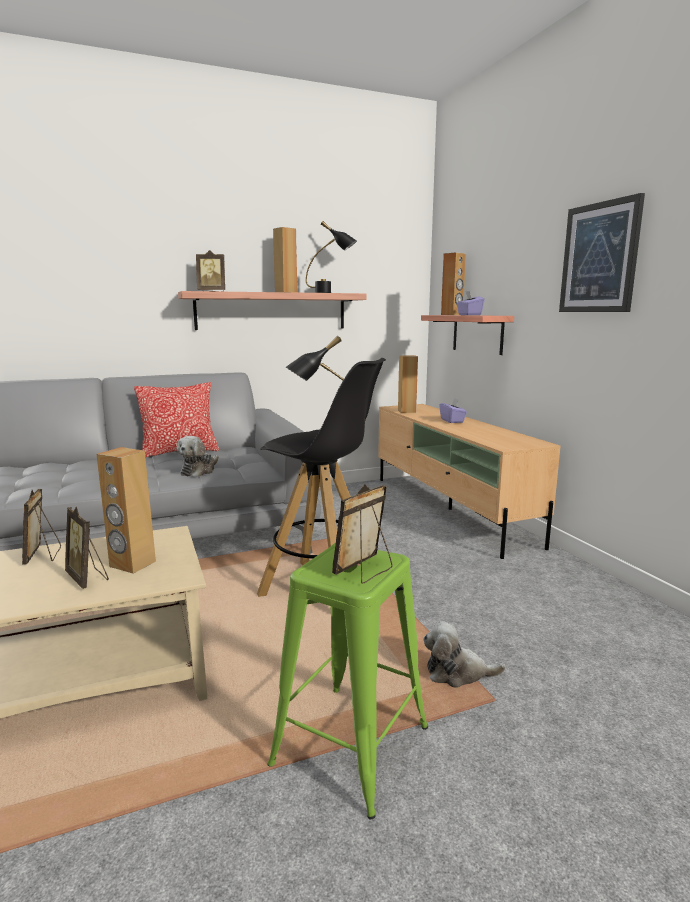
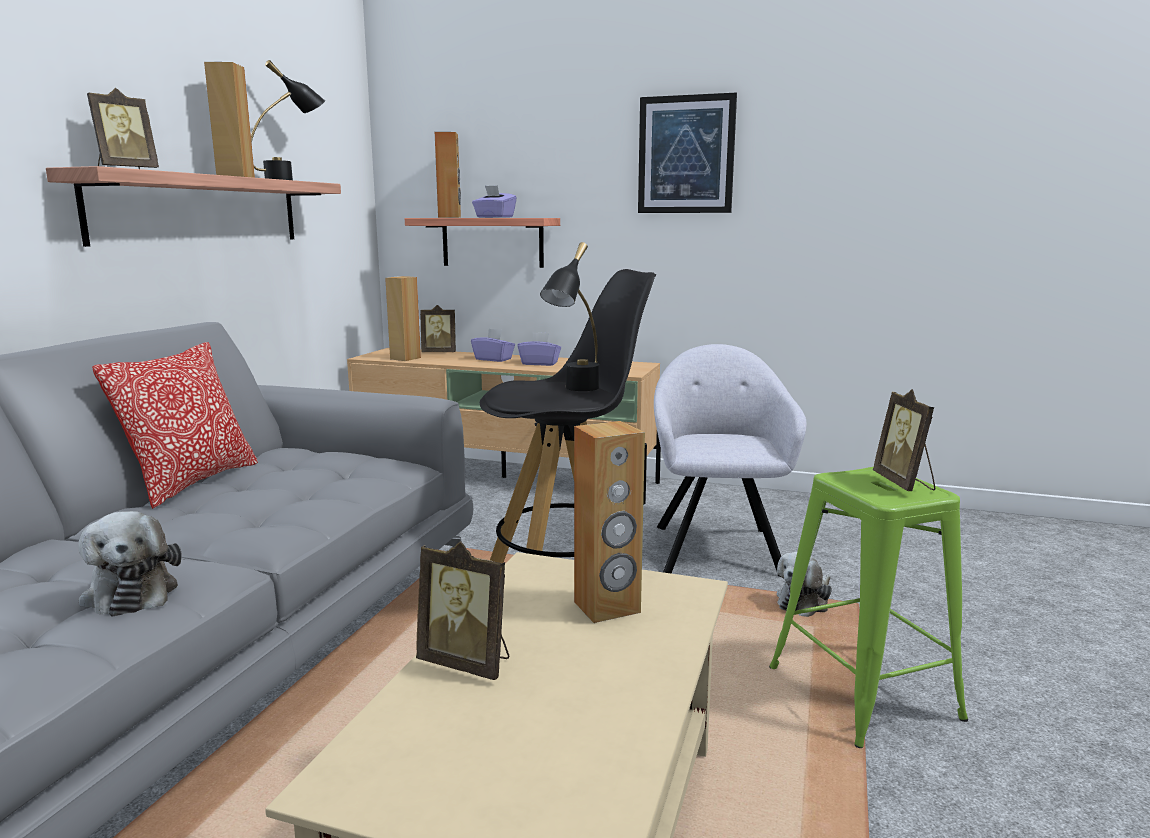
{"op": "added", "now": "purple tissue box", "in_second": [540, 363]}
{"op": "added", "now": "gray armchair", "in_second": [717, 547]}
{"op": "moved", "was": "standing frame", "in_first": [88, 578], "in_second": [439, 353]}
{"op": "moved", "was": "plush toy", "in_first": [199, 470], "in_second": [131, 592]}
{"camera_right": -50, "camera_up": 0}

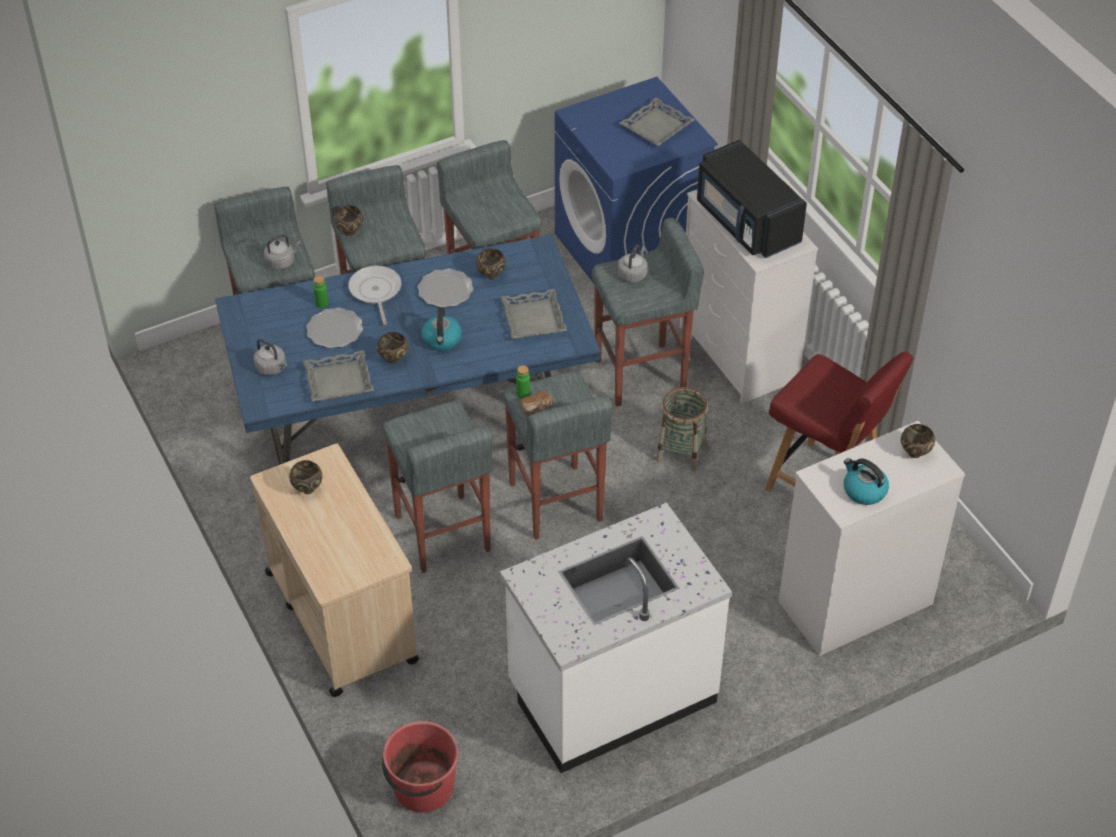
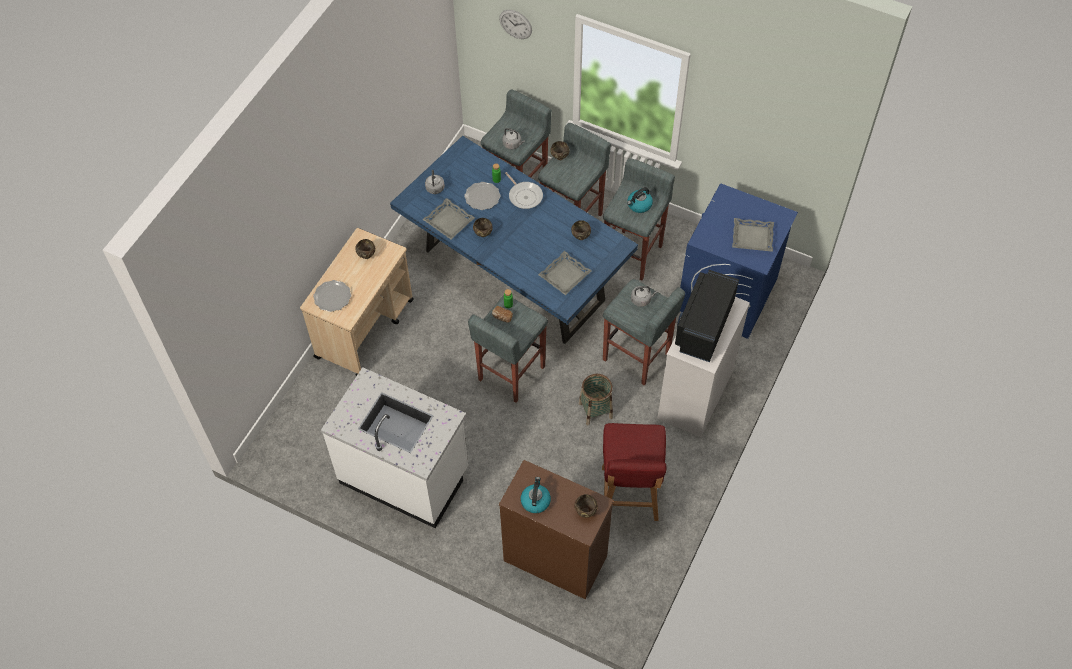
{"op": "removed", "was": "gray stool seat", "in_first": [442, 534]}
{"op": "removed", "was": "red water bucket", "in_first": [422, 787]}
{"op": "added", "now": "wall clock", "in_second": [515, 24]}
{"op": "moved", "was": "dinner plate", "in_first": [445, 290], "in_second": [332, 297]}
{"op": "moved", "was": "kettle", "in_first": [442, 340], "in_second": [639, 205]}
{"op": "recoloured", "was": "whitish drawer chest", "now": "brown drawer chest", "in_first": [854, 603], "in_second": [554, 558]}
{"op": "turned", "was": "skillet", "in_first": [375, 291], "in_second": [524, 196], "clockwise": 105}
{"camera_right": 55, "camera_up": 10}

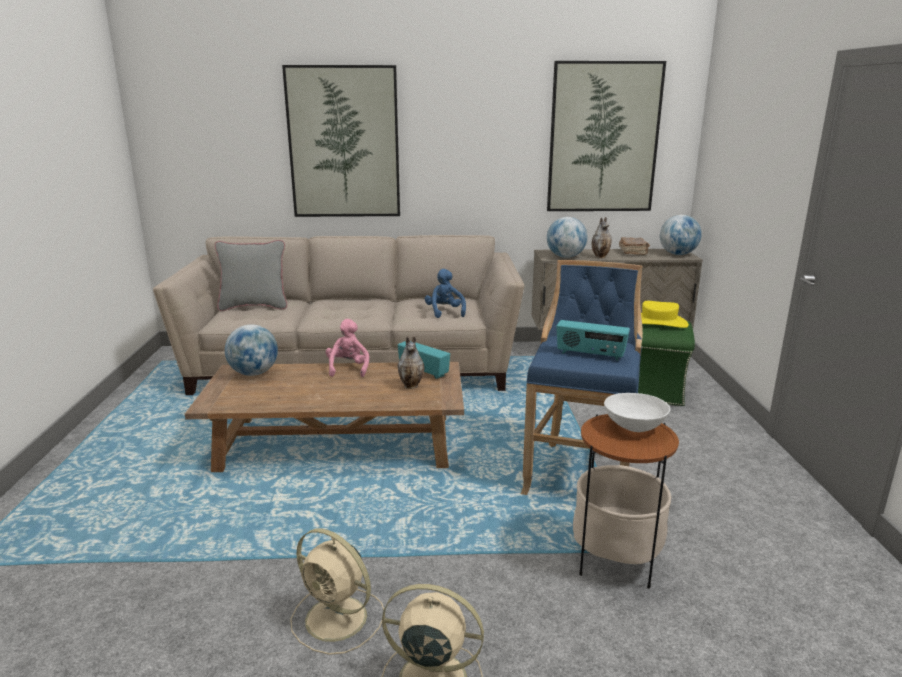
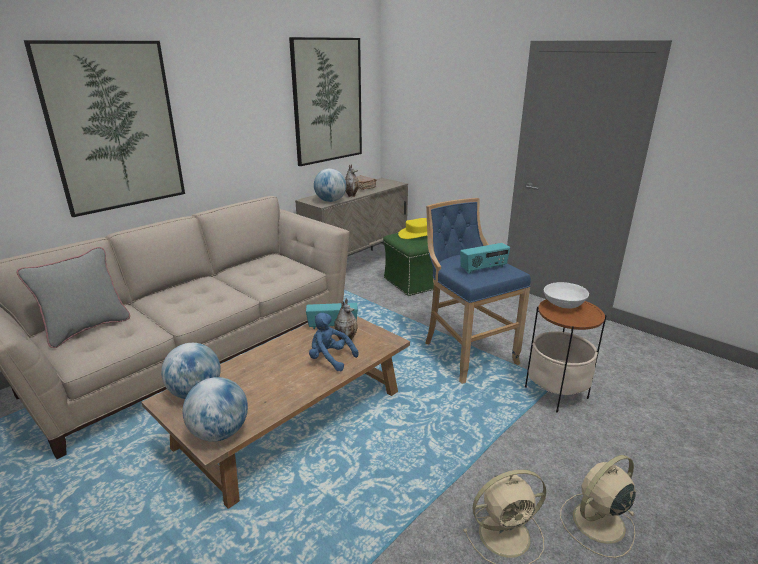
{"op": "removed", "was": "pink plush toy", "in_first": [348, 369]}
{"op": "moved", "was": "bluish plush toy", "in_first": [444, 312], "in_second": [330, 359]}
{"op": "moved", "was": "desk globe", "in_first": [678, 254], "in_second": [220, 433]}
{"camera_right": -45, "camera_up": 5}

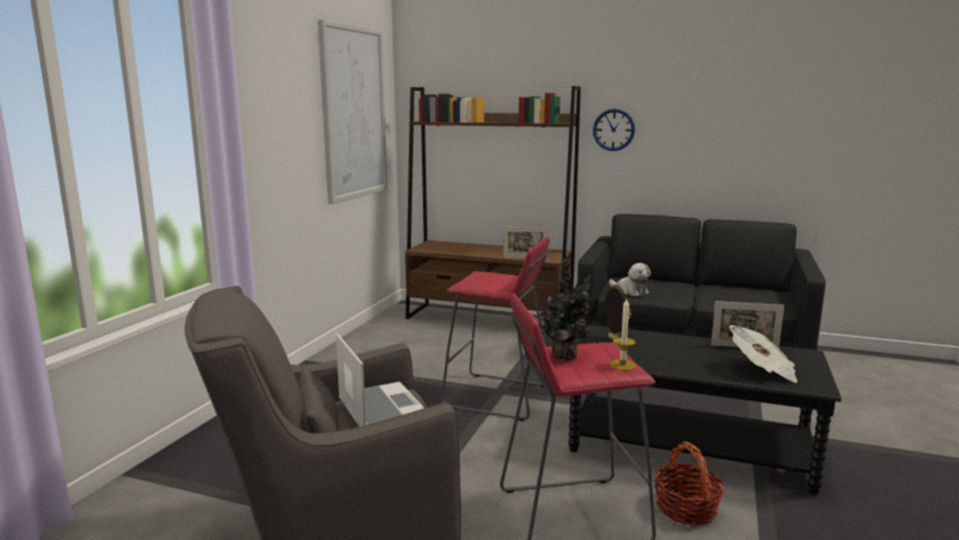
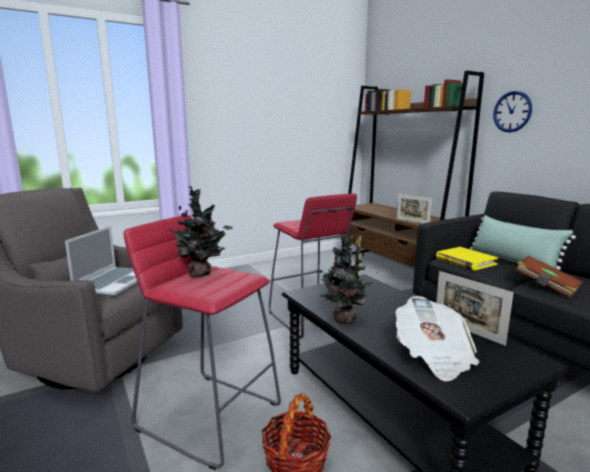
{"op": "removed", "was": "wall picture", "in_first": [353, 113]}
{"op": "removed", "was": "candle", "in_first": [622, 365]}
{"op": "added", "now": "plant in a pot", "in_second": [342, 320]}
{"op": "added", "now": "greenish throw pillow", "in_second": [512, 262]}
{"op": "added", "now": "brown bound book", "in_second": [546, 287]}
{"op": "replaced", "was": "plush toy", "now": "yellow-coloured bound book", "in_first": [630, 291], "in_second": [465, 261]}
{"camera_right": 40, "camera_up": 0}

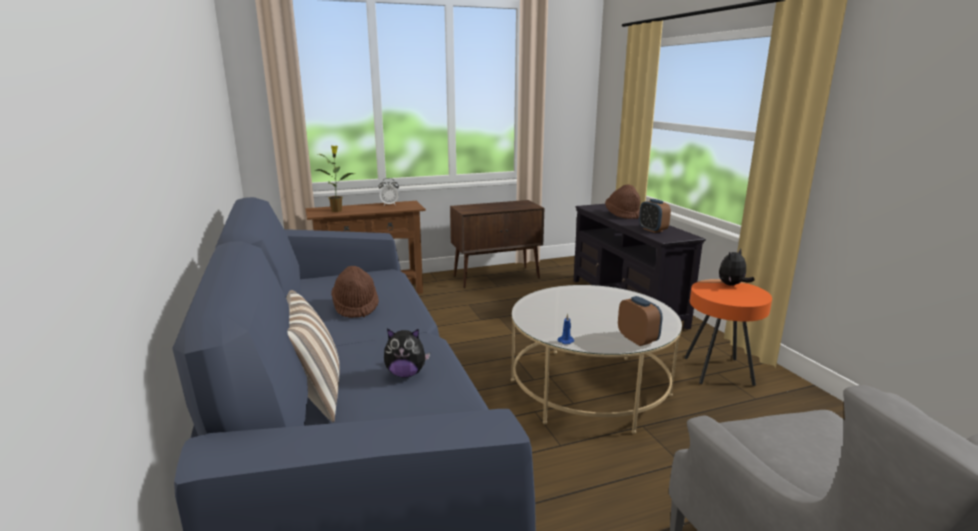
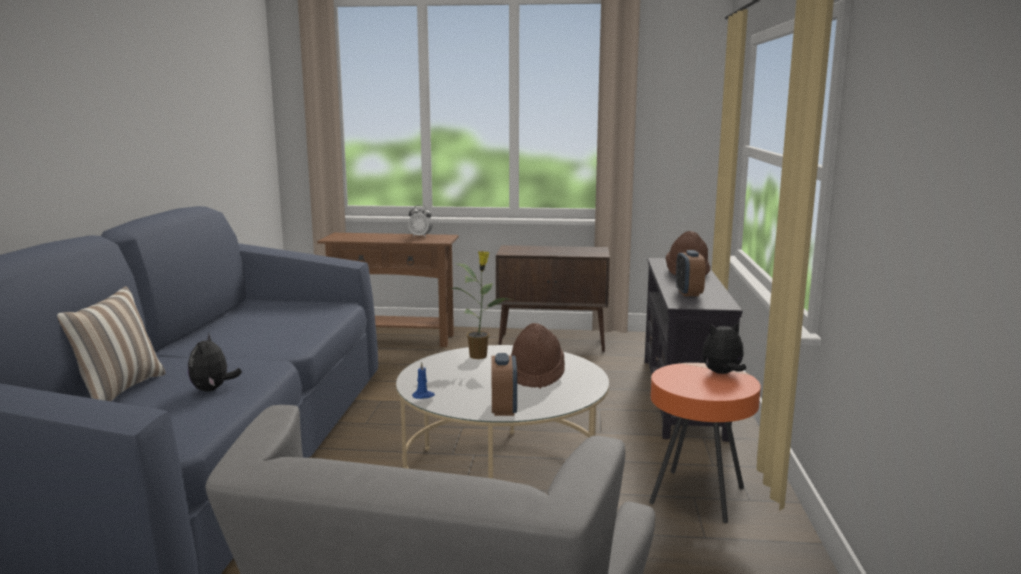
{"op": "moved", "was": "plant in a pot", "in_first": [337, 210], "in_second": [479, 356]}
{"op": "moved", "was": "brown hat", "in_first": [356, 307], "in_second": [536, 376]}
{"op": "turned", "was": "plush toy", "in_first": [406, 374], "in_second": [212, 389], "clockwise": 60}
{"camera_right": 25, "camera_up": -5}

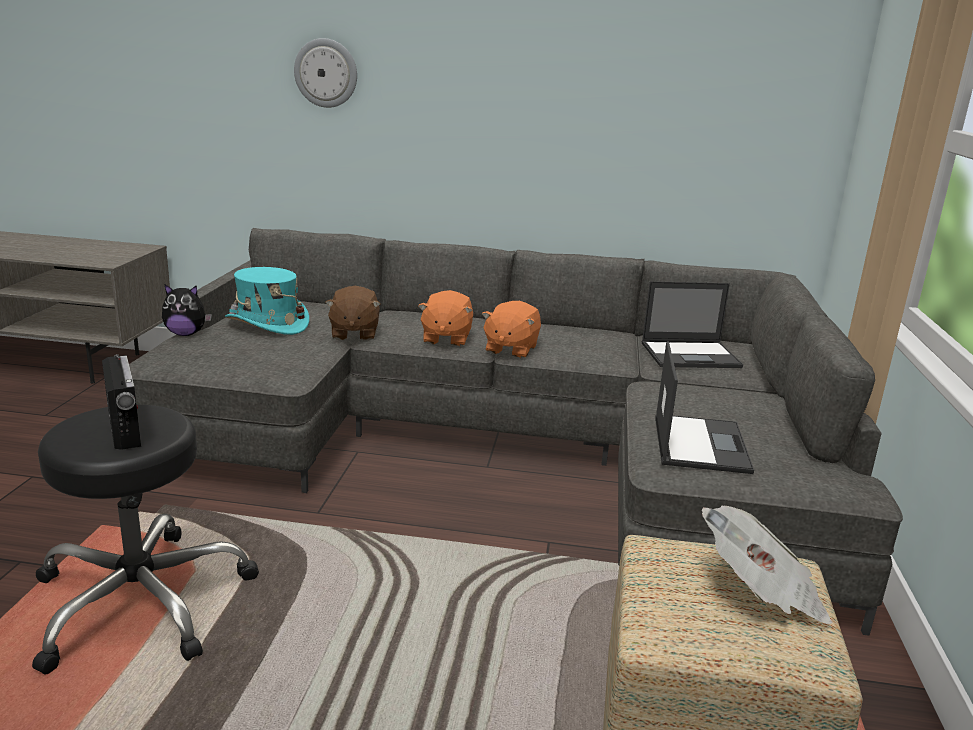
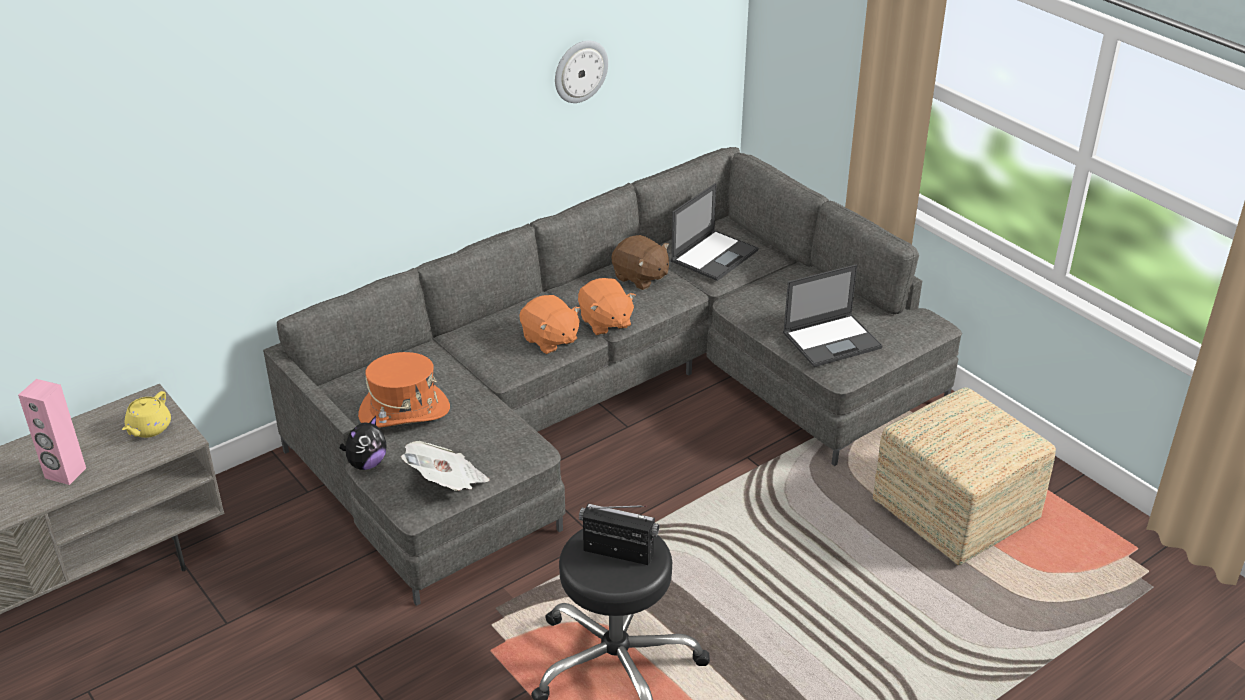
{"op": "added", "now": "pink speaker", "in_second": [65, 473]}
{"op": "added", "now": "yellow-coloured pot for tea", "in_second": [148, 429]}
{"op": "moved", "was": "wall clock", "in_first": [326, 73], "in_second": [580, 71]}
{"op": "moved", "was": "brown plush toy", "in_first": [353, 333], "in_second": [640, 277]}
{"op": "moved", "was": "daily paper", "in_first": [761, 593], "in_second": [447, 483]}
{"op": "recoloured", "was": "turquoise hat", "now": "orange-coloured hat", "in_first": [267, 324], "in_second": [404, 411]}
{"op": "turned", "was": "portable computer", "in_first": [699, 443], "in_second": [832, 340], "clockwise": 105}
{"camera_right": -45, "camera_up": 15}

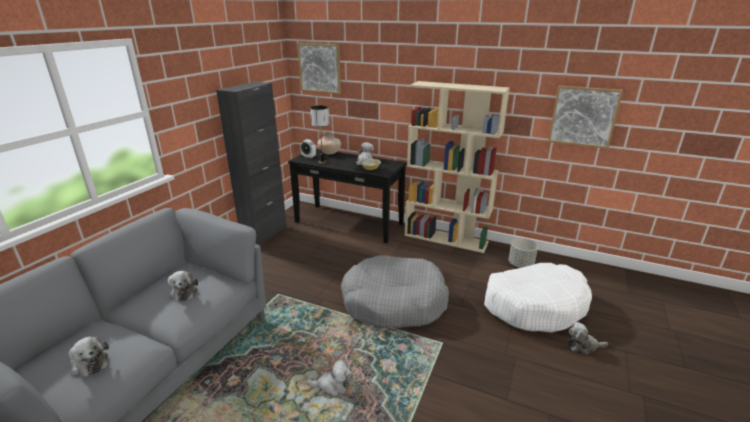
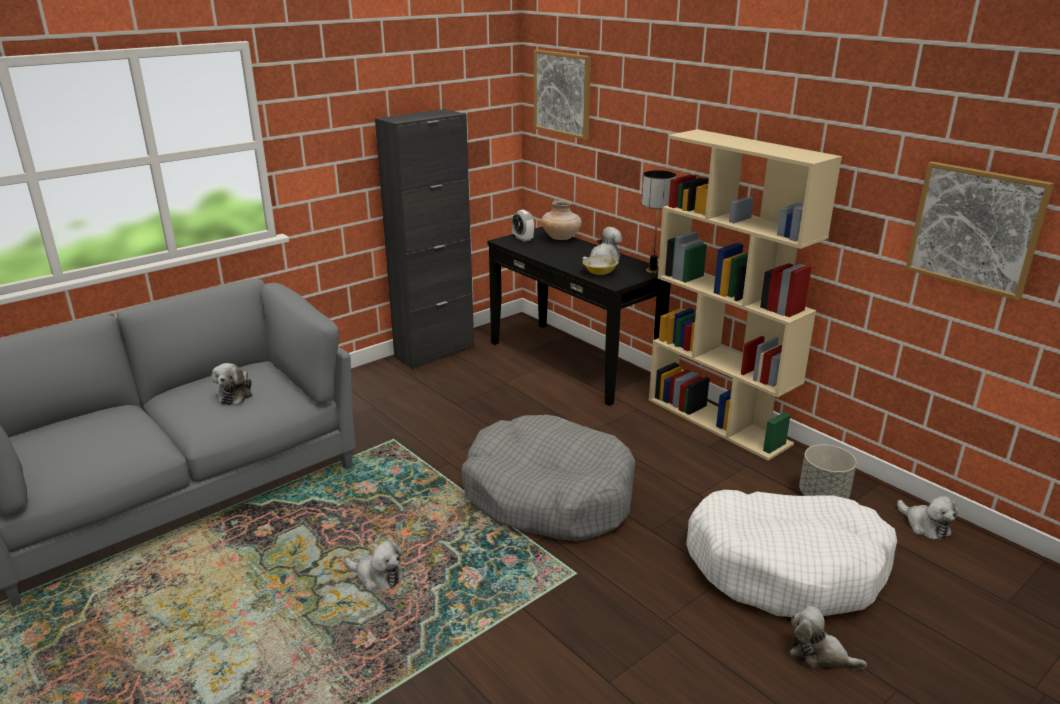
{"op": "moved", "was": "plush toy", "in_first": [89, 363], "in_second": [925, 525]}
{"op": "moved", "was": "table lamp", "in_first": [322, 162], "in_second": [653, 271]}
{"camera_right": 25, "camera_up": 0}

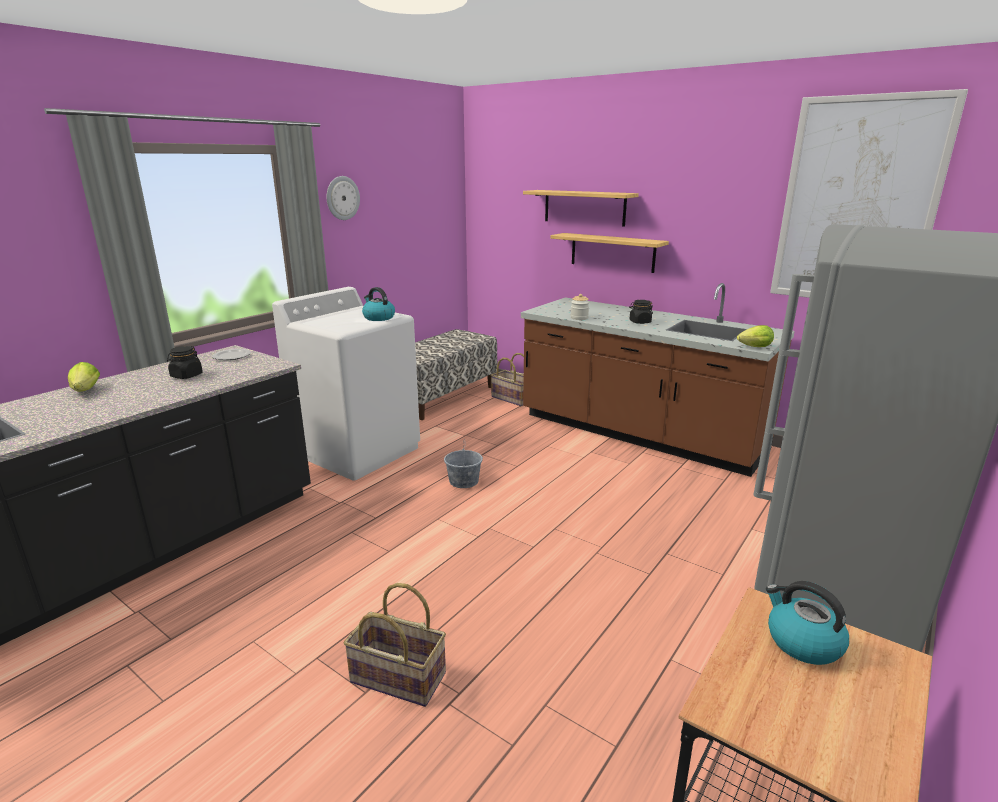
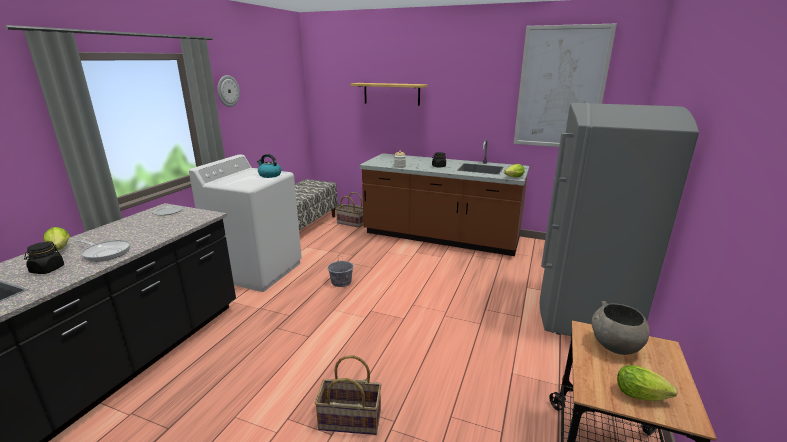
{"op": "removed", "was": "wall shelf", "in_first": [612, 252]}
{"op": "added", "now": "skillet", "in_second": [105, 252]}
{"op": "added", "now": "lettuce head", "in_second": [643, 396]}
{"op": "moved", "was": "blackish preserve jar", "in_first": [186, 376], "in_second": [47, 269]}
{"op": "replaced", "was": "kettle", "now": "gray deep dish", "in_first": [802, 642], "in_second": [614, 346]}
{"camera_right": -15, "camera_up": 0}

